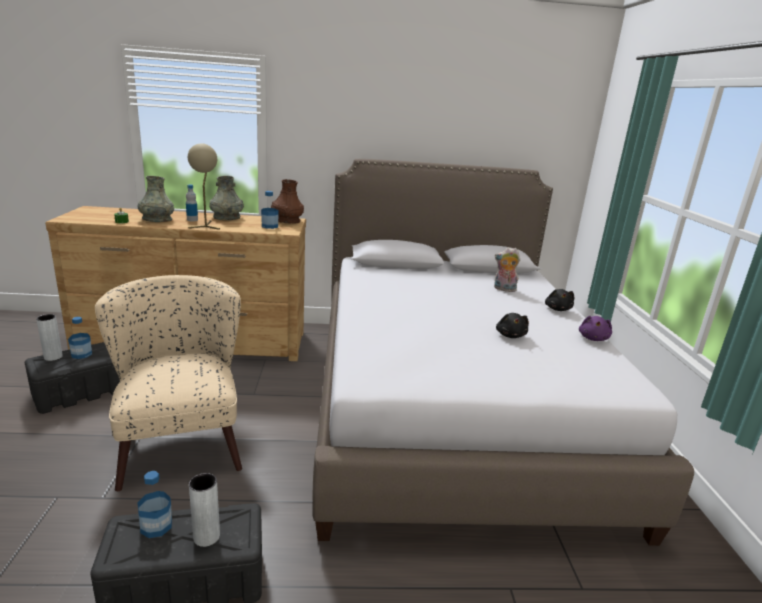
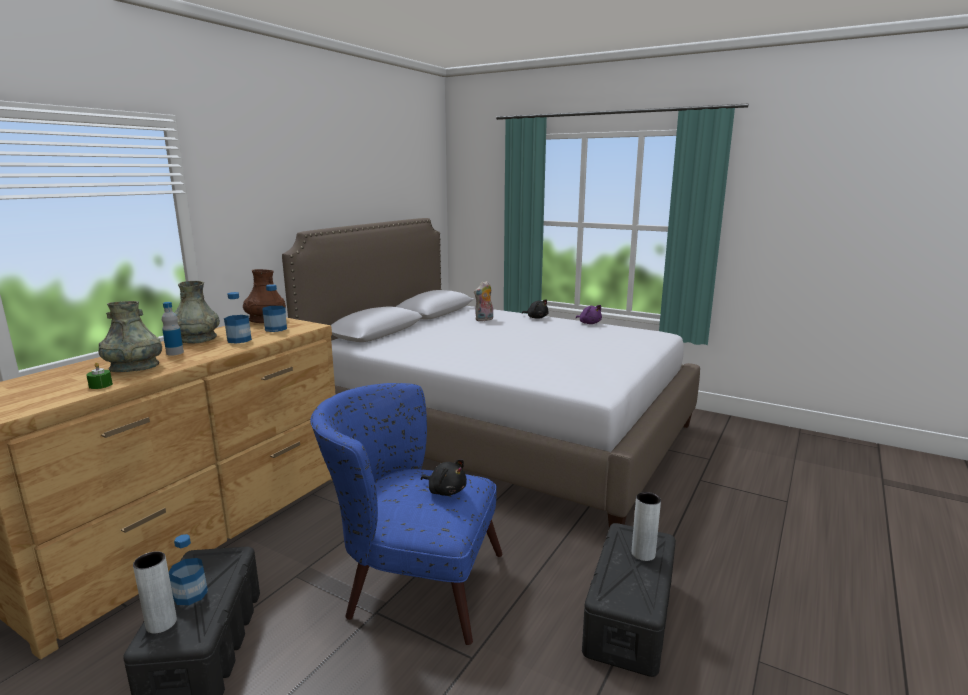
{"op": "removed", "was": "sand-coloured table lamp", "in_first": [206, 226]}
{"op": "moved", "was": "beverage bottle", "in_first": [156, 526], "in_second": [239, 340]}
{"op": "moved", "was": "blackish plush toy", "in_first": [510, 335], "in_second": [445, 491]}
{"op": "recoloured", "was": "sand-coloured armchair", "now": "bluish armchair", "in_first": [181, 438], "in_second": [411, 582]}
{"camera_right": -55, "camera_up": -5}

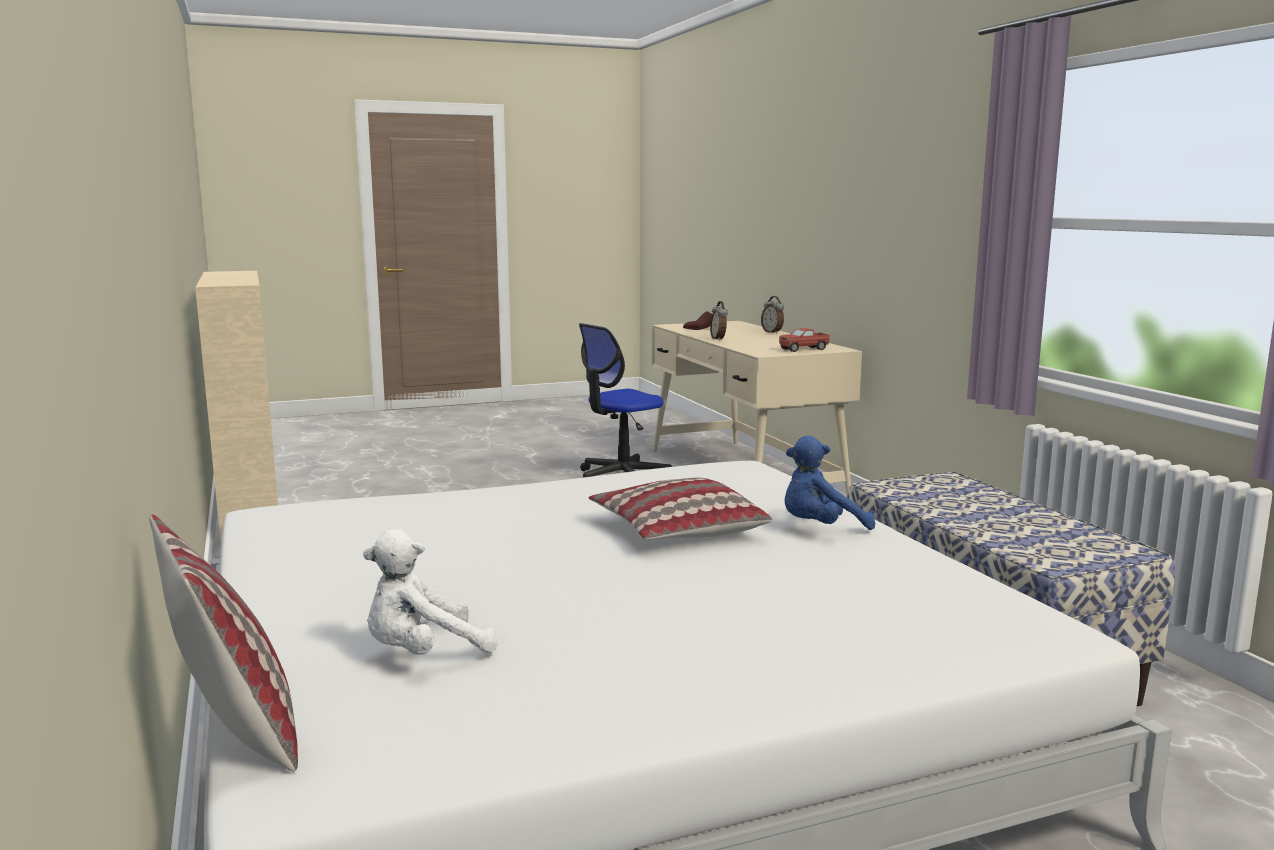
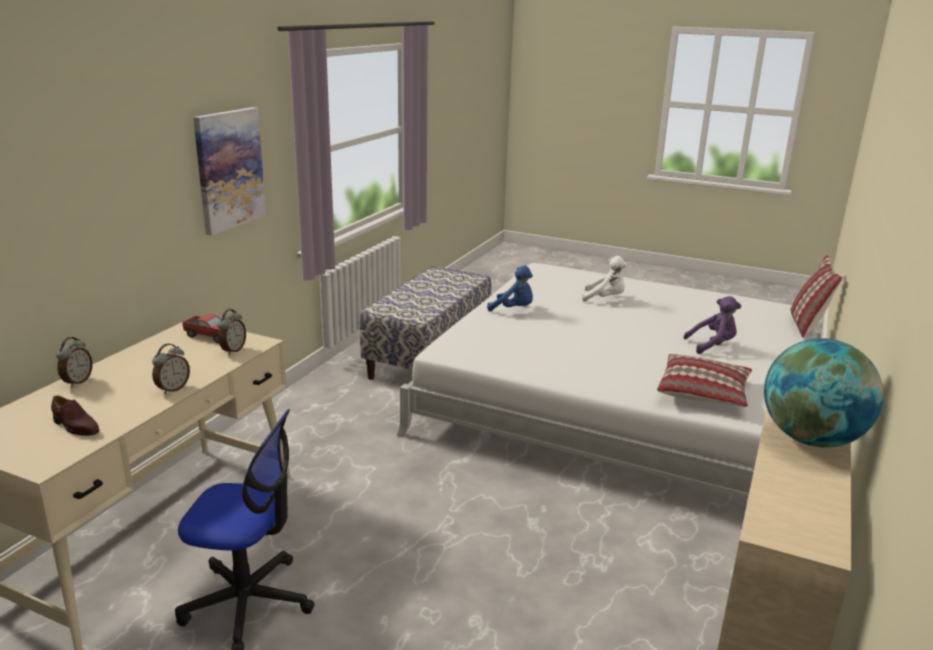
{"op": "added", "now": "wall picture", "in_second": [229, 169]}
{"op": "added", "now": "table clock", "in_second": [233, 350]}
{"op": "added", "now": "purple plush toy", "in_second": [712, 345]}
{"op": "added", "now": "desk globe", "in_second": [811, 439]}
{"op": "moved", "was": "whitish plush toy", "in_first": [423, 654], "in_second": [605, 299]}
{"op": "moved", "was": "throw pillow", "in_first": [676, 530], "in_second": [703, 392]}
{"camera_right": -135, "camera_up": 10}

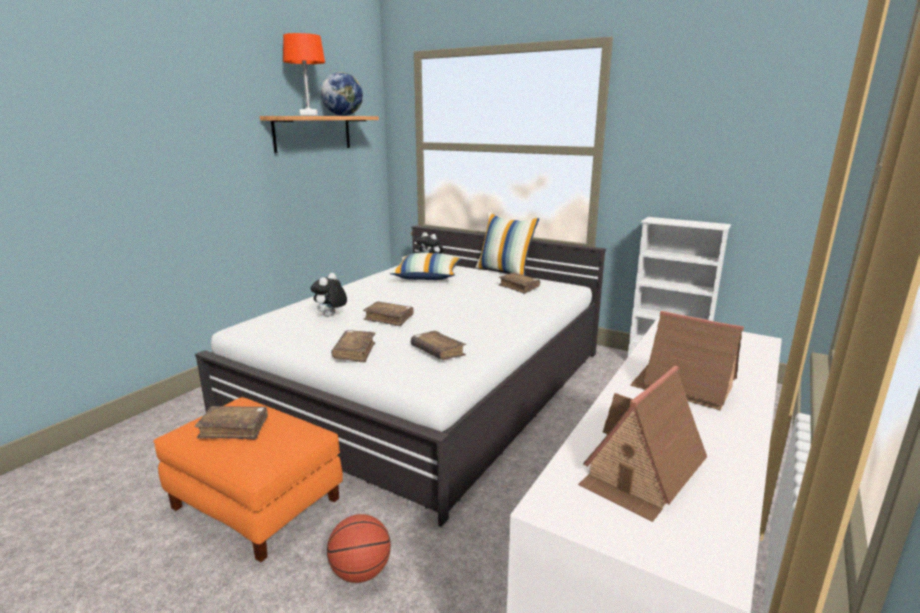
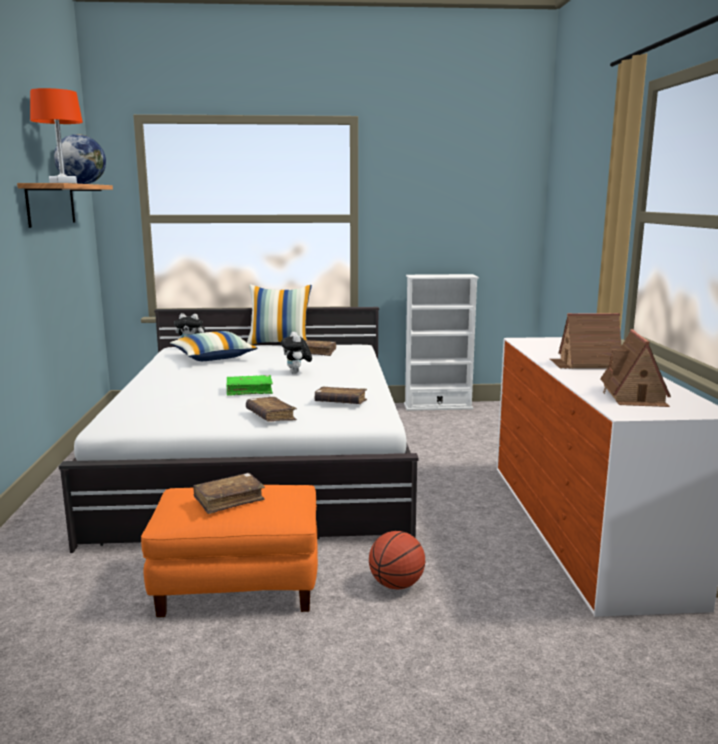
{"op": "moved", "was": "plush toy", "in_first": [330, 316], "in_second": [297, 373]}
{"op": "recoloured", "was": "brown bound book", "now": "greenish bound book", "in_first": [389, 318], "in_second": [249, 391]}
{"camera_right": -35, "camera_up": -5}

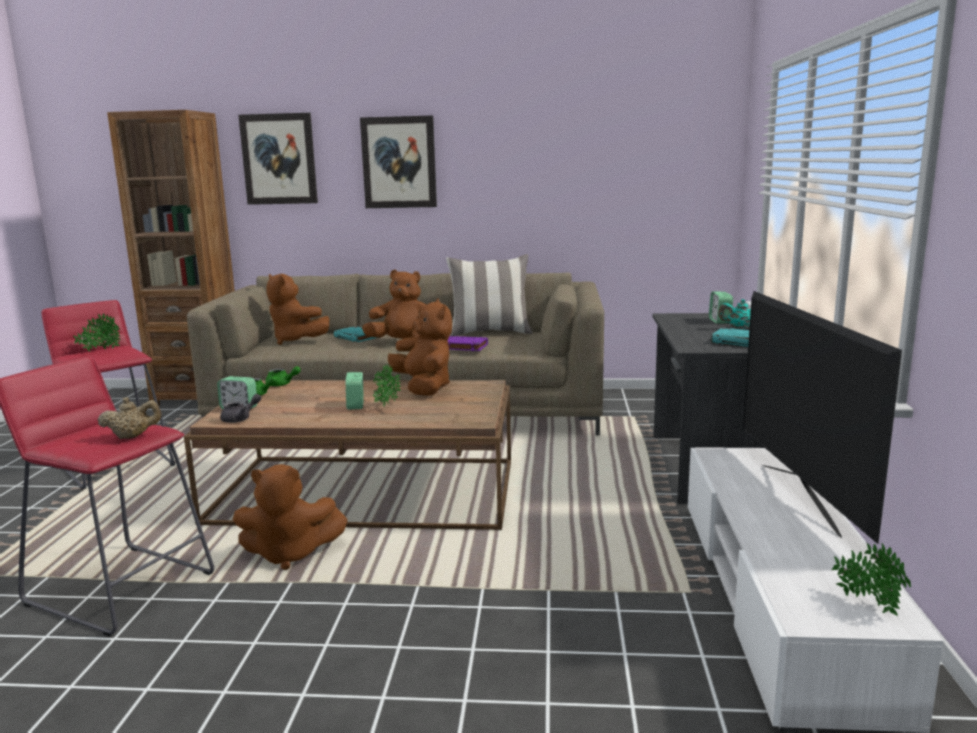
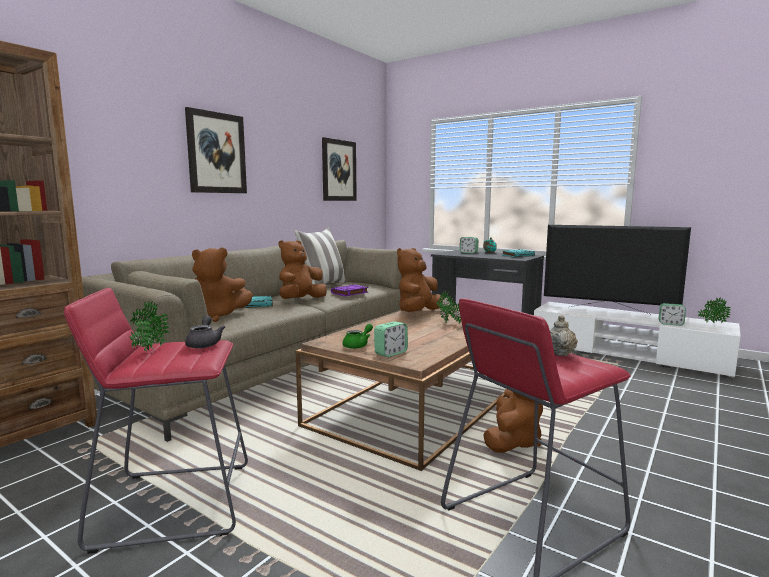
{"op": "removed", "was": "greenish pot for tea", "in_first": [281, 384]}
{"op": "moved", "was": "gray pot for tea", "in_first": [240, 419], "in_second": [204, 344]}
{"op": "moved", "was": "wall picture", "in_first": [279, 159], "in_second": [339, 170]}
{"op": "moved", "was": "table clock", "in_first": [355, 405], "in_second": [670, 324]}
{"op": "turned", "was": "brown plush toy", "in_first": [424, 388], "in_second": [418, 313], "clockwise": -60}
{"camera_right": -60, "camera_up": -5}

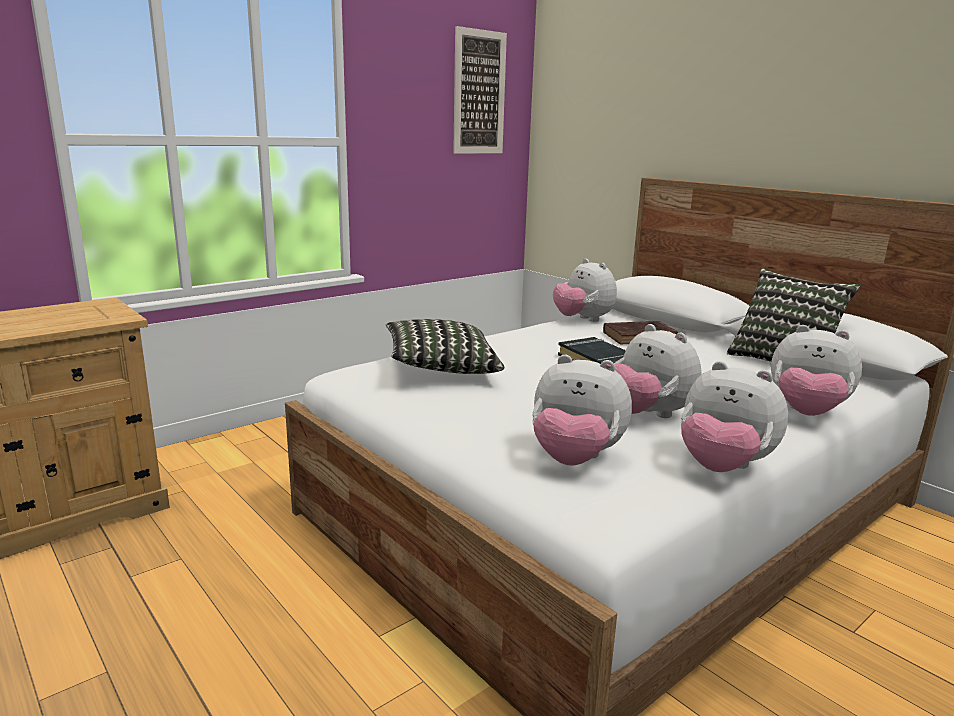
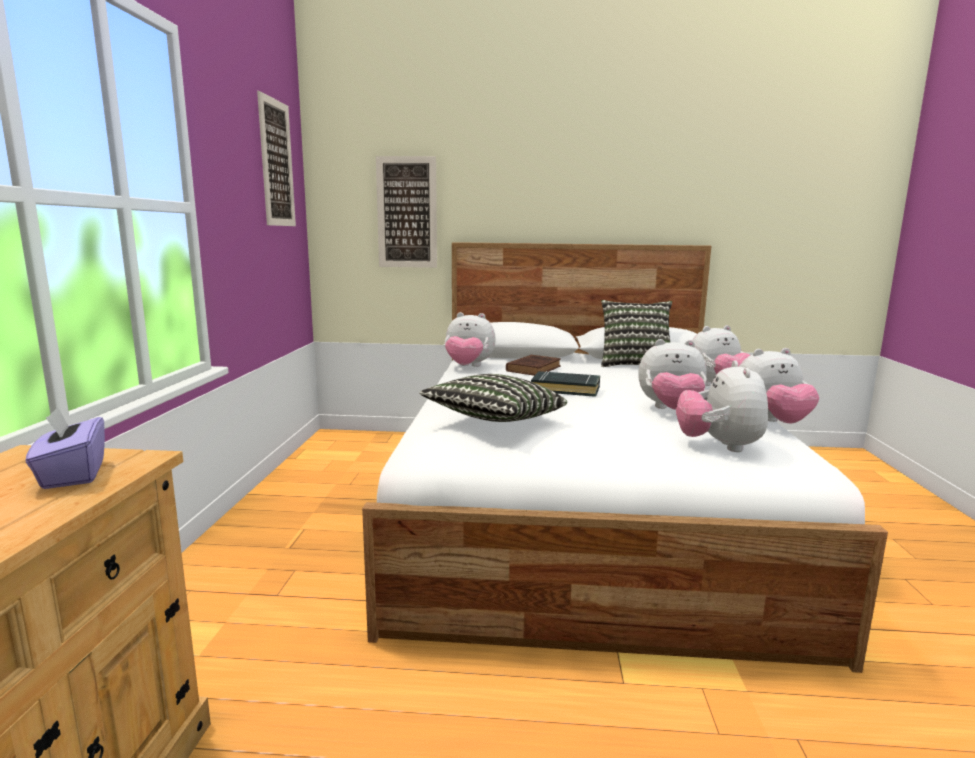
{"op": "added", "now": "purple tissue box", "in_second": [72, 474]}
{"op": "added", "now": "wall picture", "in_second": [407, 213]}
{"op": "turned", "was": "plush toy", "in_first": [575, 459], "in_second": [719, 446], "clockwise": 120}
{"camera_right": -45, "camera_up": -5}

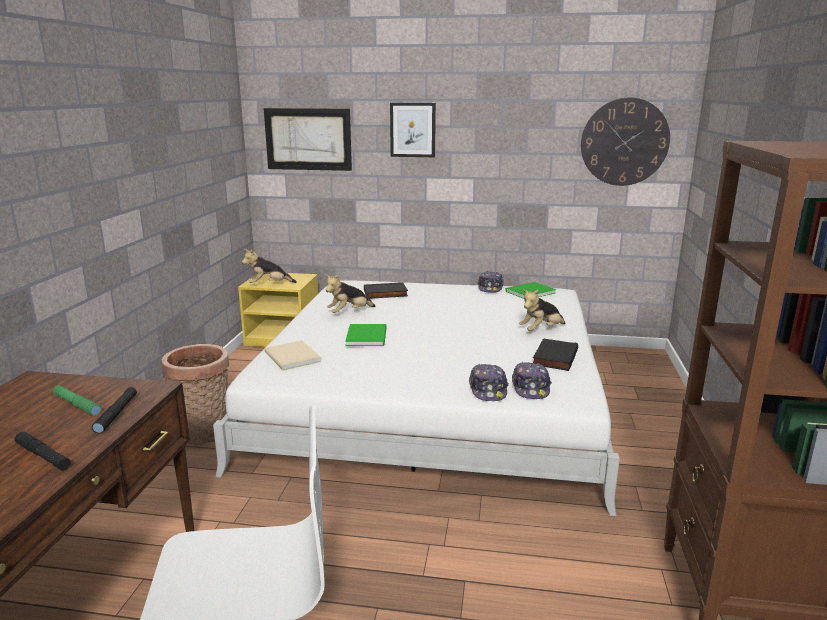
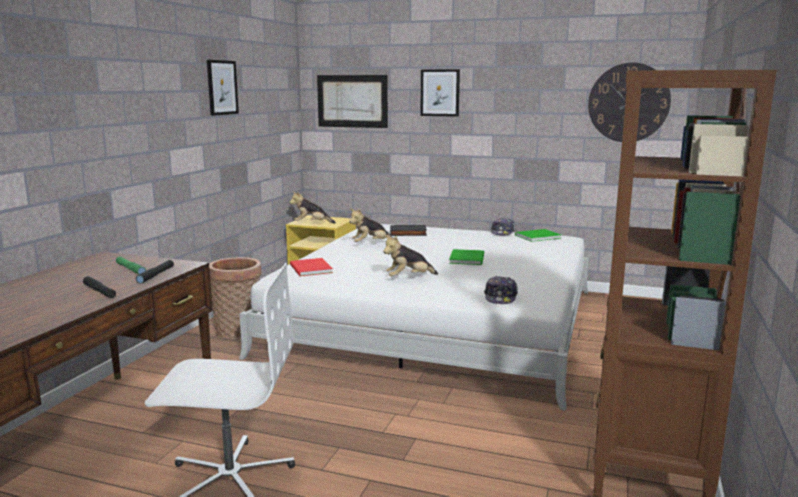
{"op": "removed", "was": "baseball cap", "in_first": [488, 390]}
{"op": "removed", "was": "blackish bound book", "in_first": [554, 357]}
{"op": "added", "now": "wall picture", "in_second": [222, 87]}
{"op": "moved", "was": "greenish bound book", "in_first": [368, 336], "in_second": [468, 258]}
{"op": "moved", "was": "plush toy", "in_first": [541, 330], "in_second": [408, 278]}
{"op": "recoloured", "was": "sand-coloured bound book", "now": "red bound book", "in_first": [291, 358], "in_second": [310, 269]}
{"camera_right": 10, "camera_up": -5}

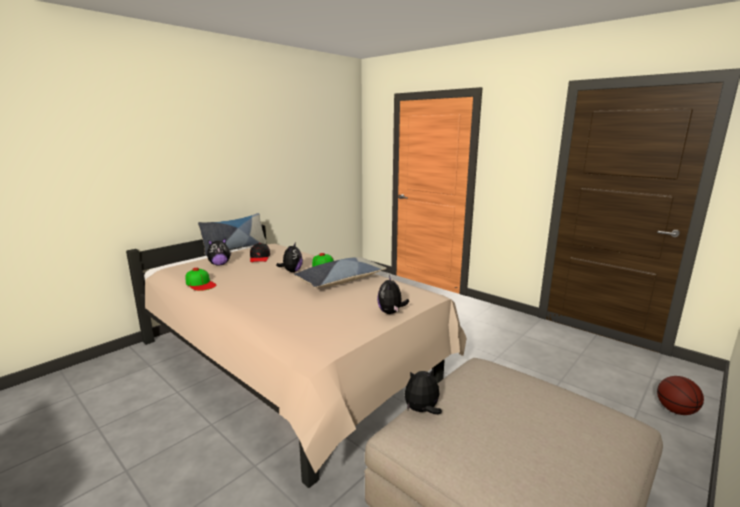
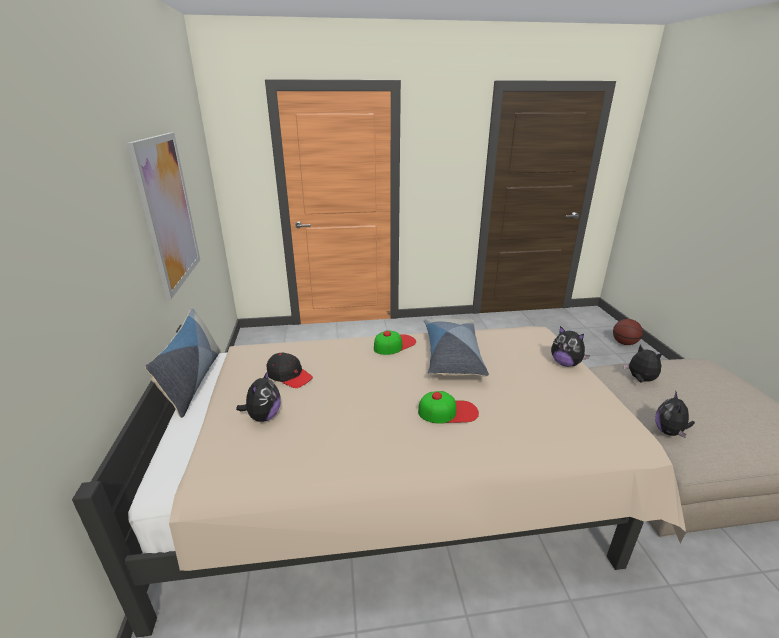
{"op": "added", "now": "wall picture", "in_second": [168, 212]}
{"op": "moved", "was": "baseball cap", "in_first": [200, 284], "in_second": [448, 411]}
{"op": "moved", "was": "plush toy", "in_first": [292, 271], "in_second": [640, 380]}
{"camera_right": -50, "camera_up": 10}

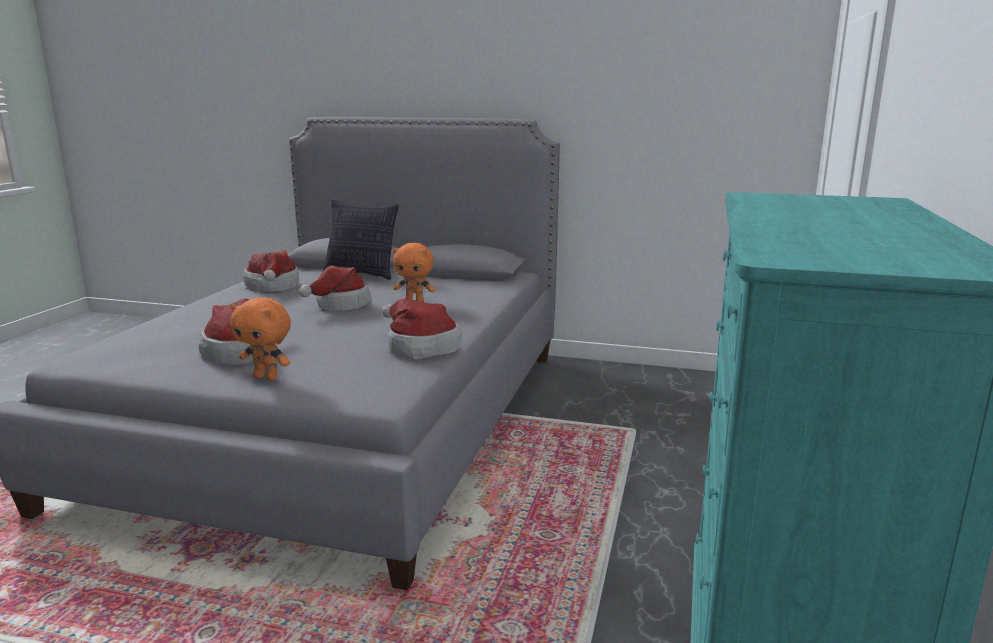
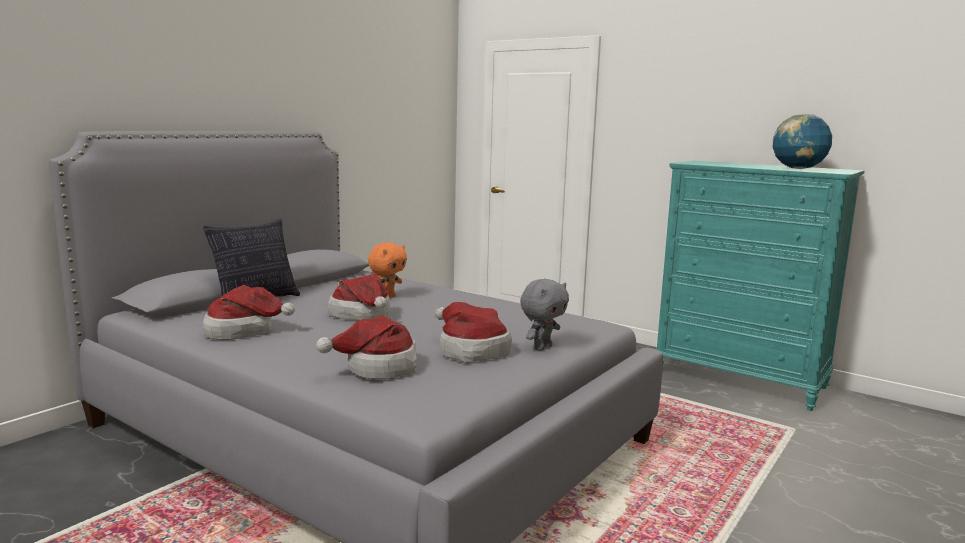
{"op": "added", "now": "desk globe", "in_second": [798, 169]}
{"op": "moved", "was": "hat", "in_first": [420, 347], "in_second": [378, 367]}
{"op": "recoloured", "was": "orange-coloured plush toy", "now": "gray plush toy", "in_first": [267, 377], "in_second": [542, 347]}
{"camera_right": -70, "camera_up": -5}

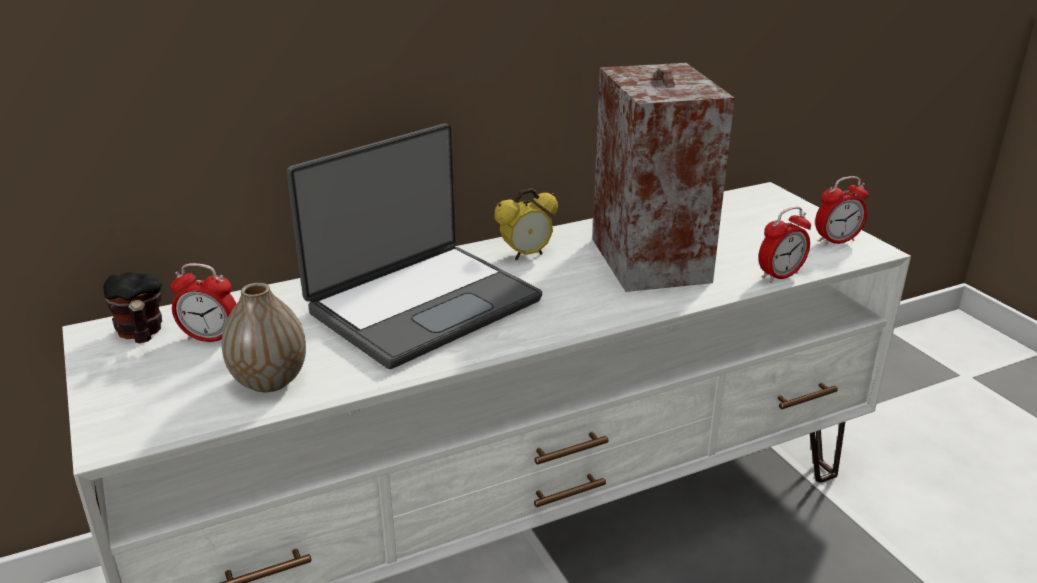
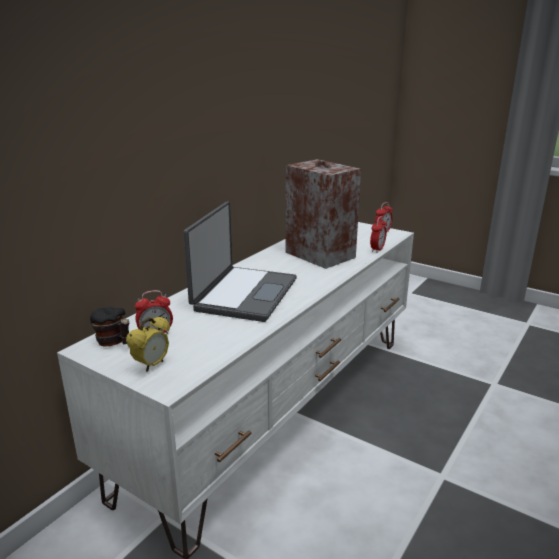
{"op": "removed", "was": "vase", "in_first": [269, 381]}
{"op": "moved", "was": "table clock", "in_first": [526, 255], "in_second": [152, 365]}
{"camera_right": -30, "camera_up": -5}

